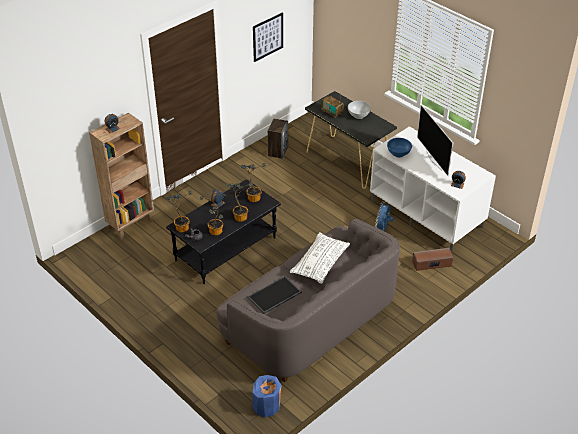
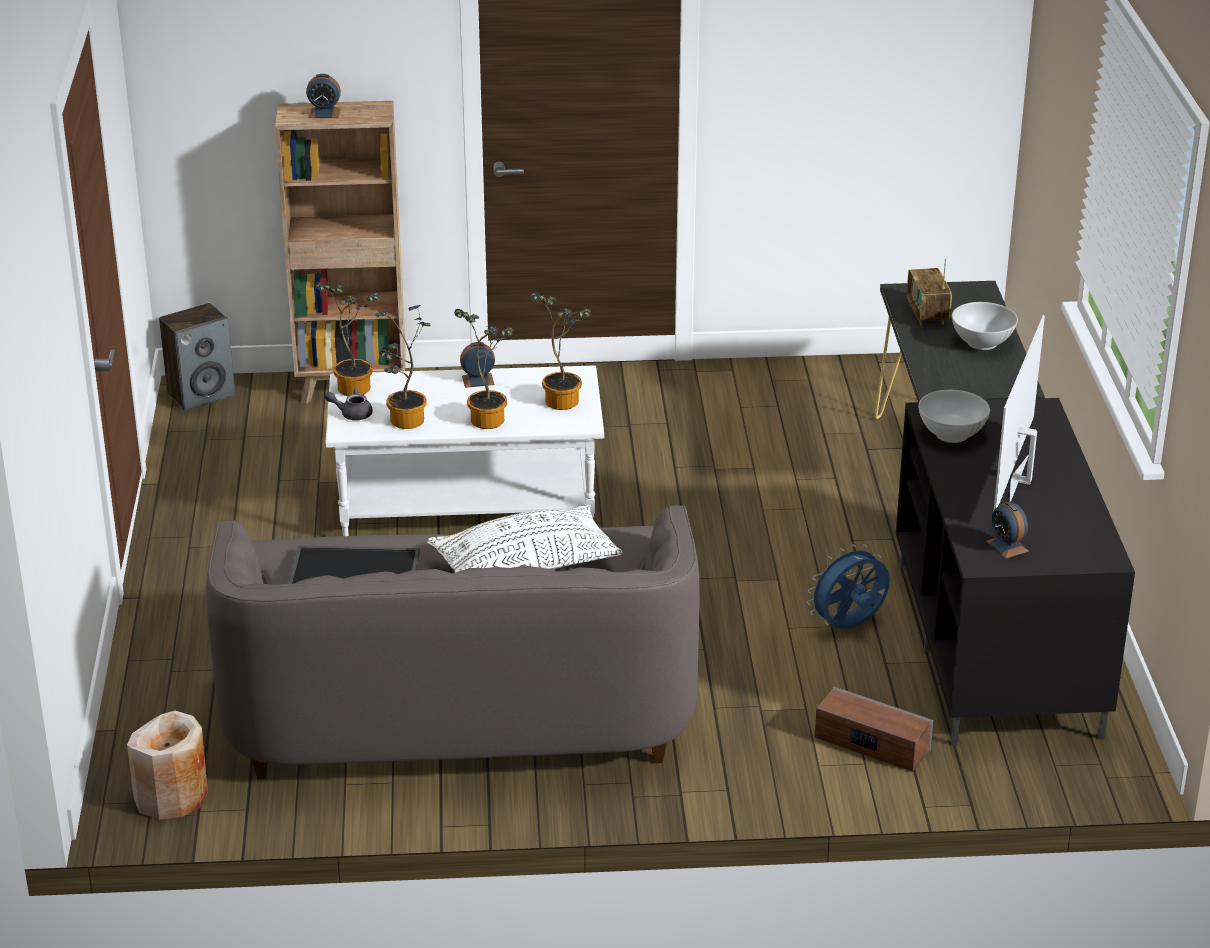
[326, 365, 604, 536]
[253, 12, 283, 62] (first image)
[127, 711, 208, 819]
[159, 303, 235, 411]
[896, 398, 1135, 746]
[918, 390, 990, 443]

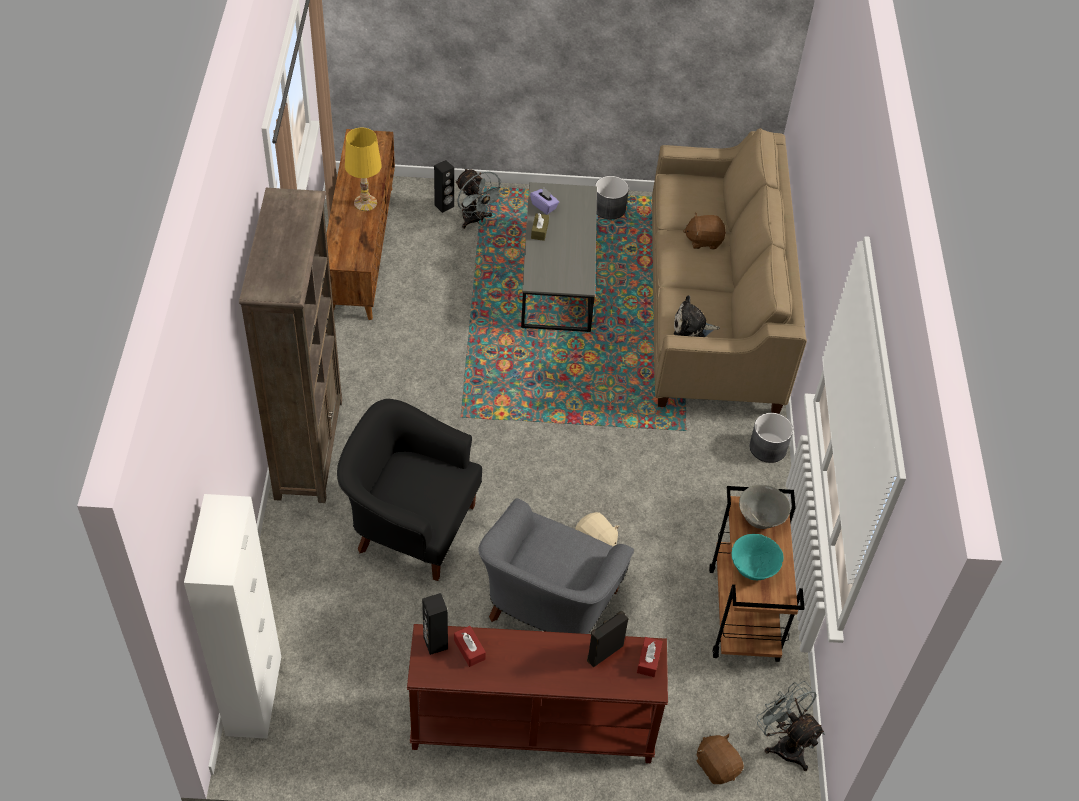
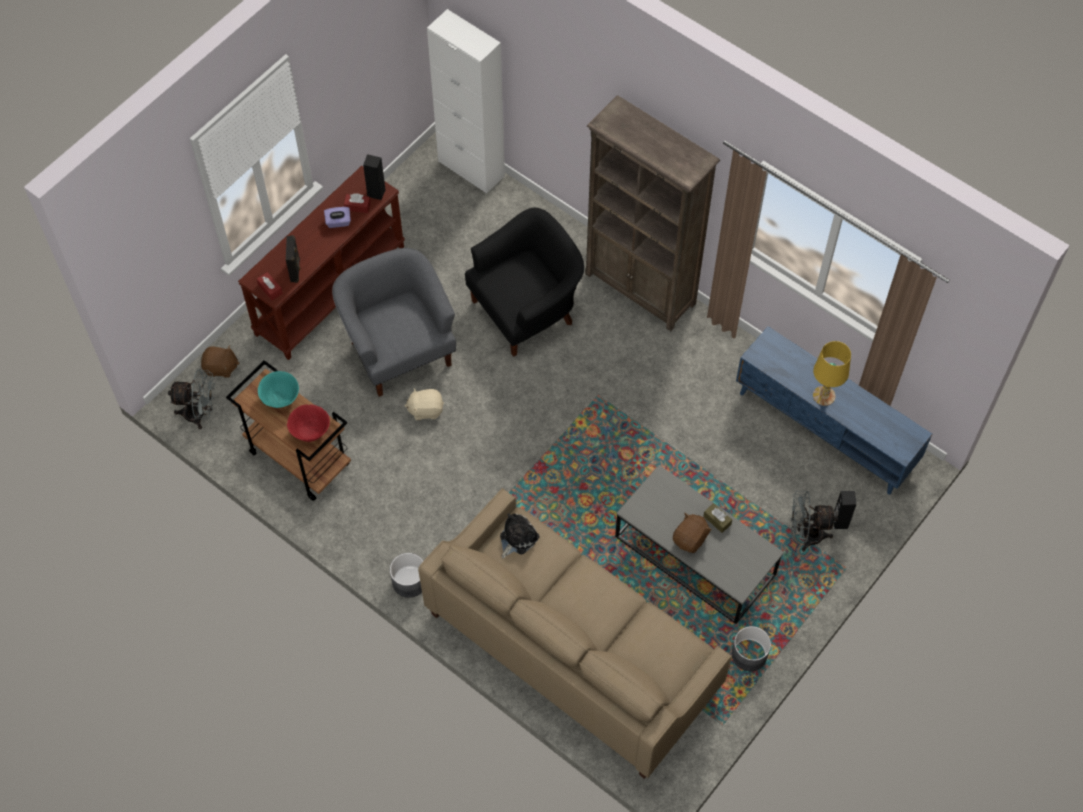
[736, 326, 932, 495]
[324, 207, 351, 228]
[673, 513, 712, 553]
[287, 404, 330, 442]

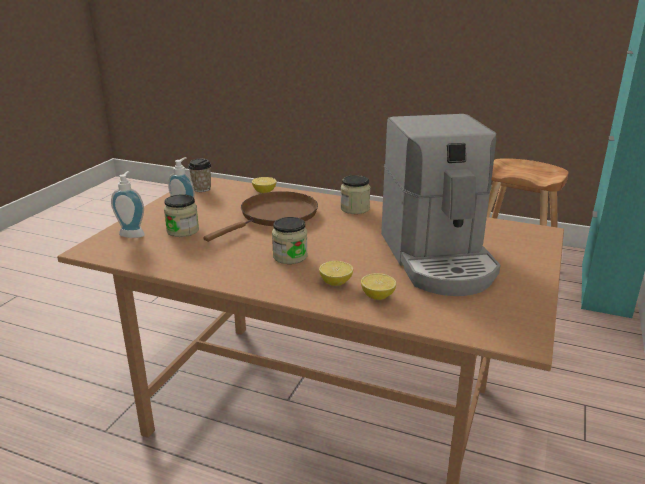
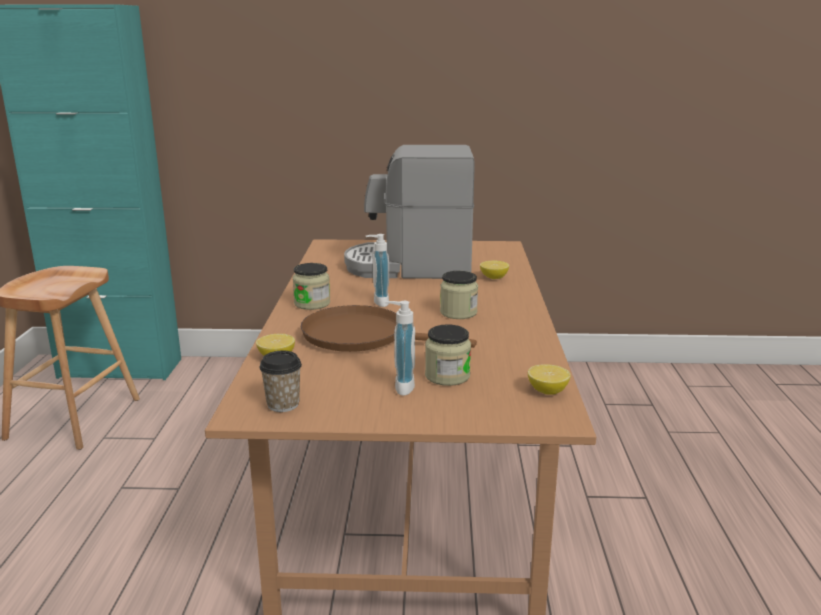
[366, 234, 389, 307]
[528, 364, 571, 395]
[344, 145, 475, 279]

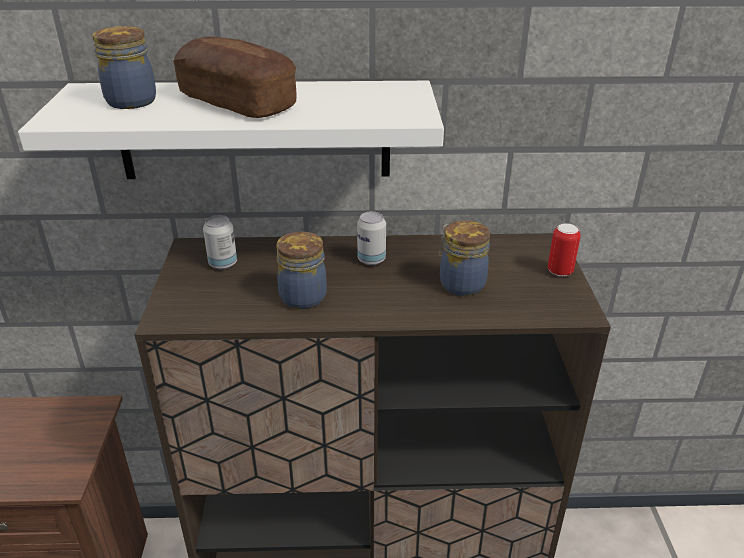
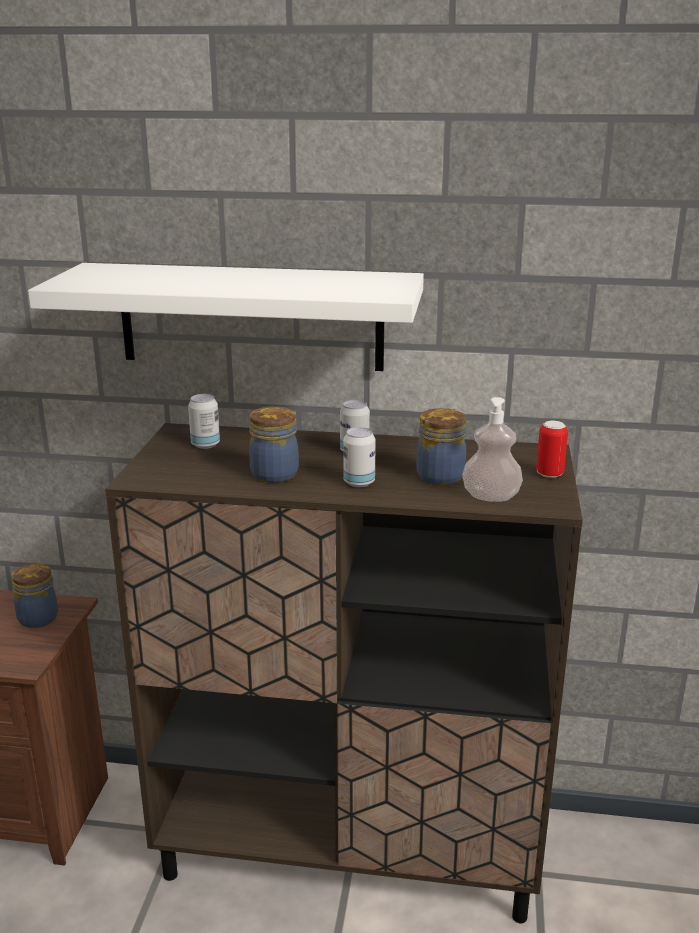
[11, 563, 58, 628]
[173, 36, 297, 118] (first image)
[343, 427, 376, 487]
[462, 397, 523, 502]

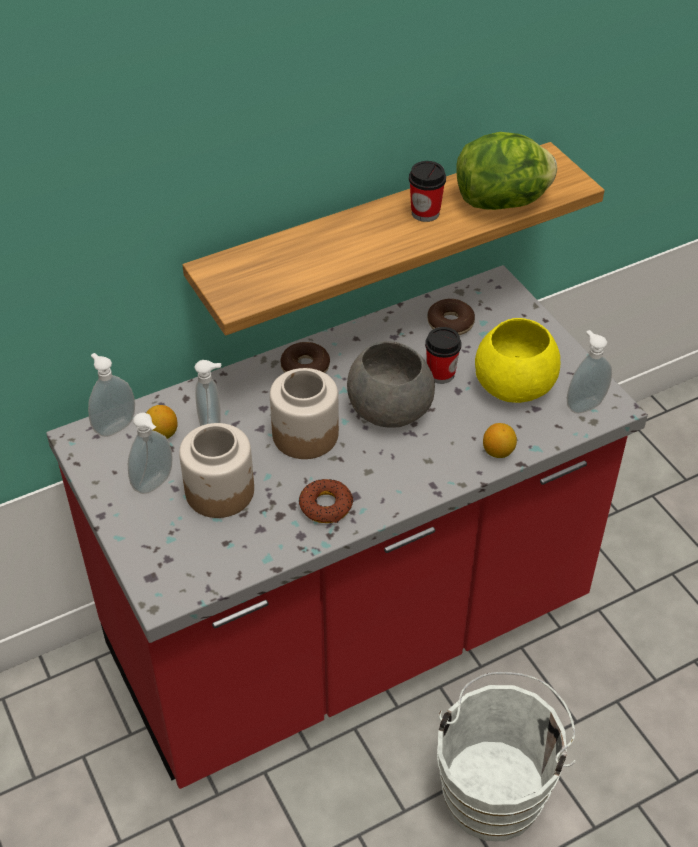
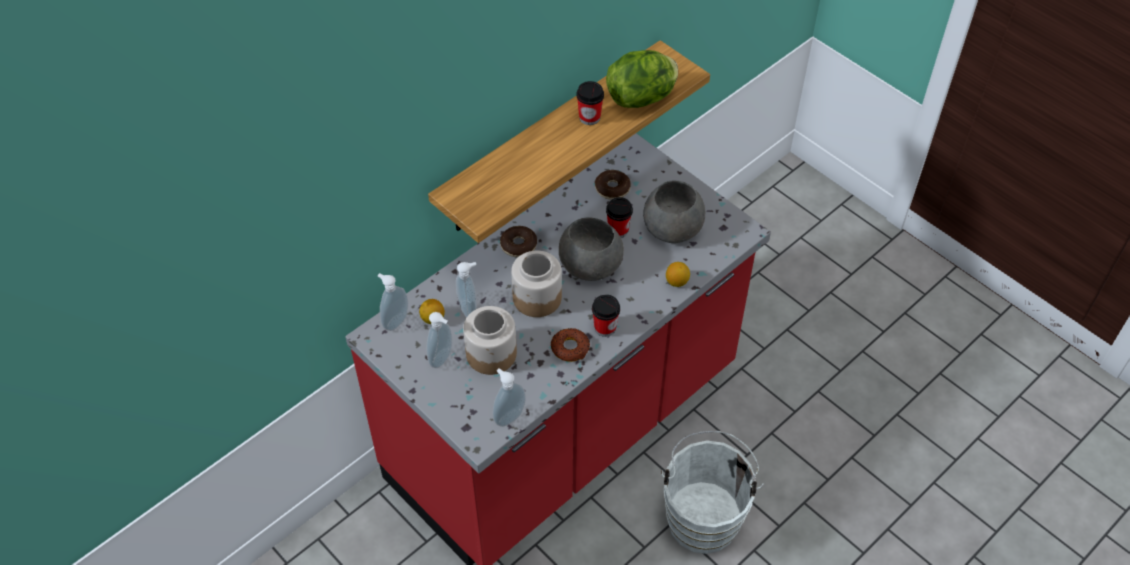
[643, 180, 705, 243]
[492, 368, 526, 427]
[592, 294, 620, 337]

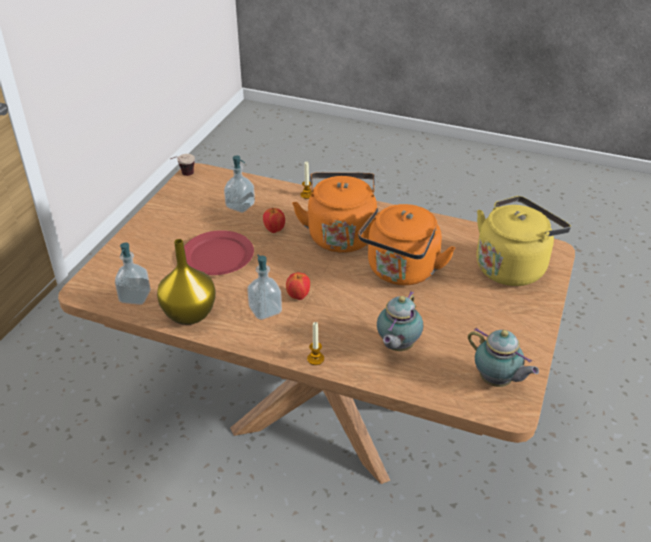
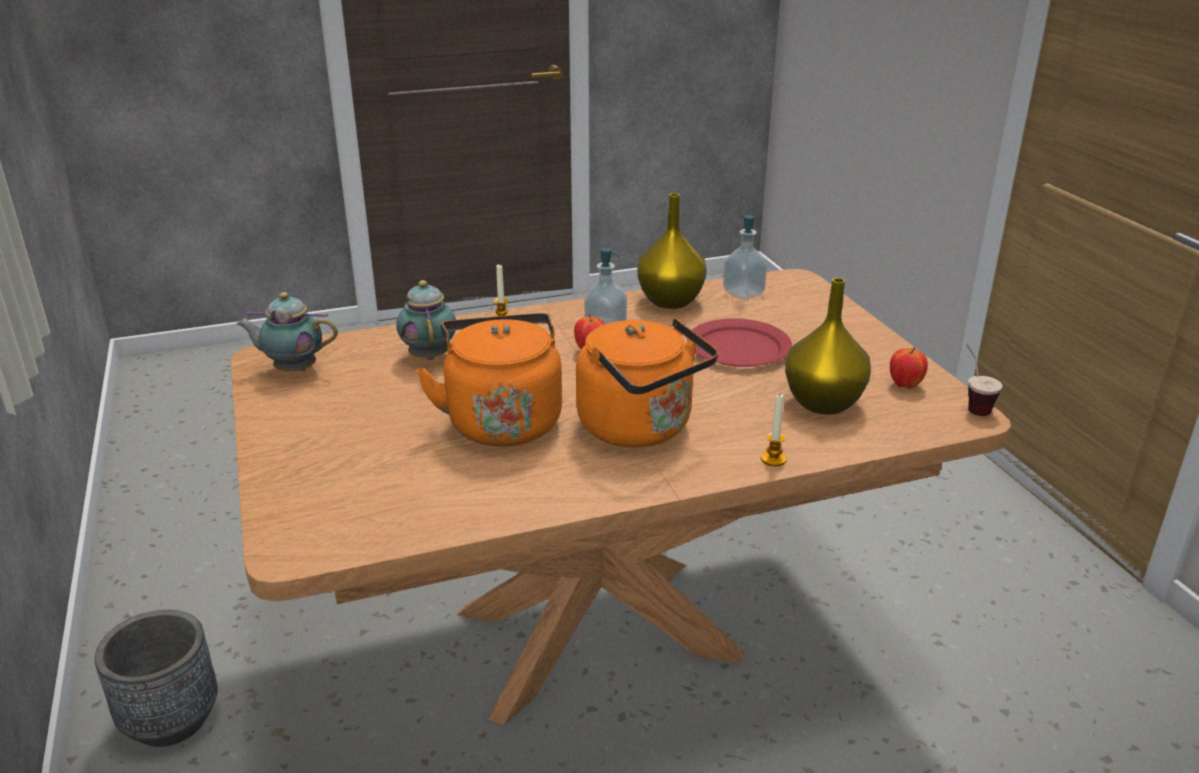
[785, 278, 871, 414]
[890, 347, 928, 389]
[476, 196, 571, 286] (first image)
[94, 610, 218, 747]

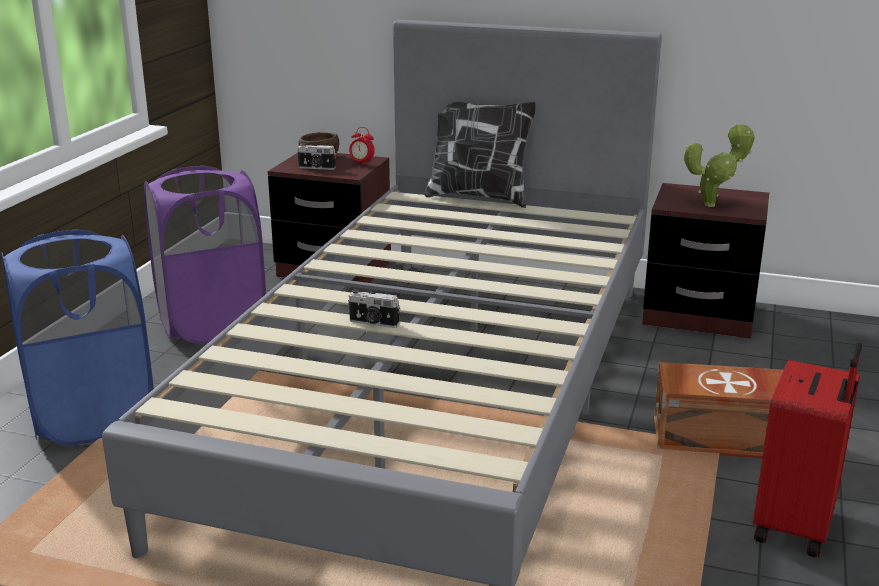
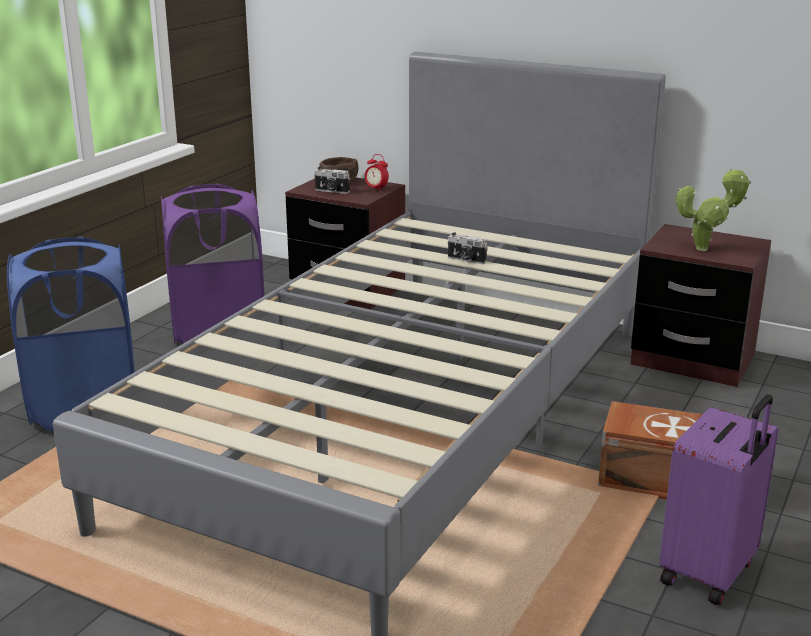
[448, 232, 488, 264]
[424, 102, 535, 208] (first image)
[659, 394, 778, 606]

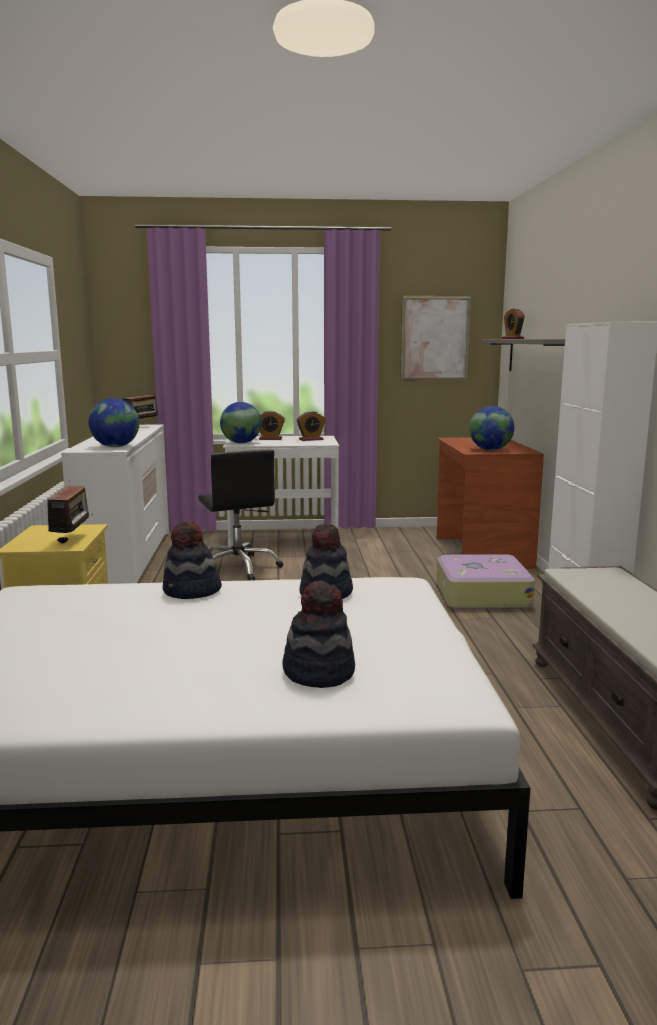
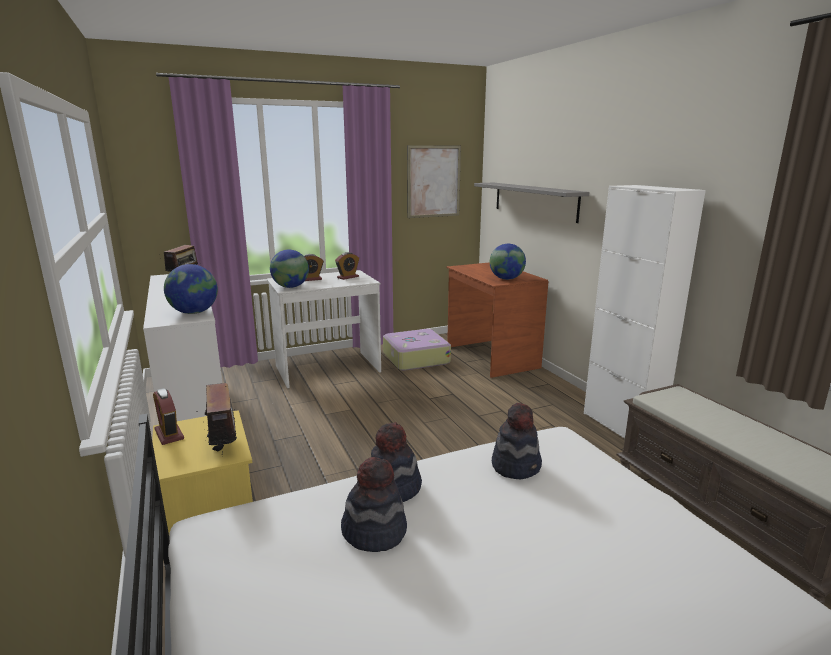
[198, 450, 283, 581] (first image)
[341, 457, 407, 552]
[383, 329, 451, 371]
[153, 388, 184, 445]

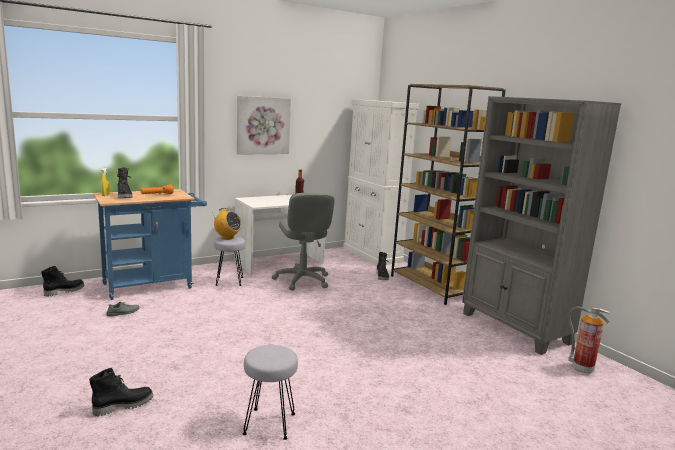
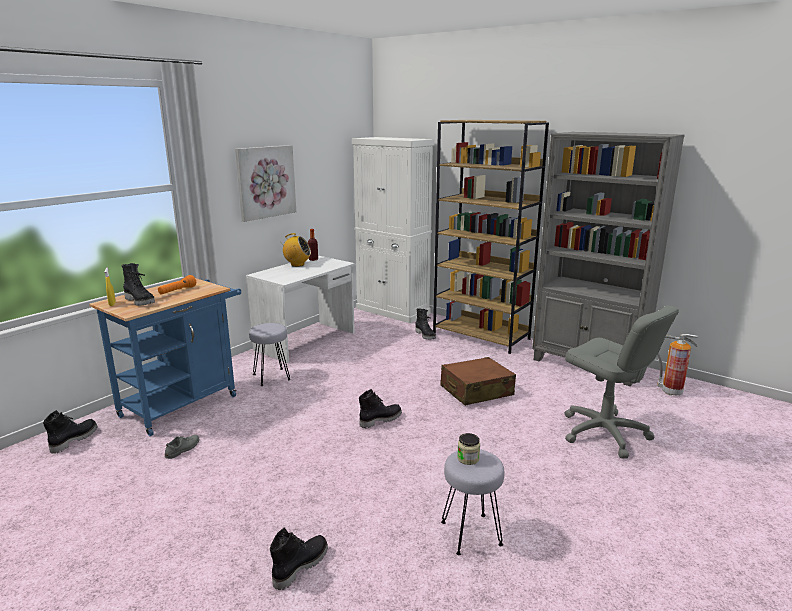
[282, 233, 311, 267]
[565, 305, 679, 458]
[359, 389, 402, 428]
[440, 357, 516, 406]
[457, 433, 480, 465]

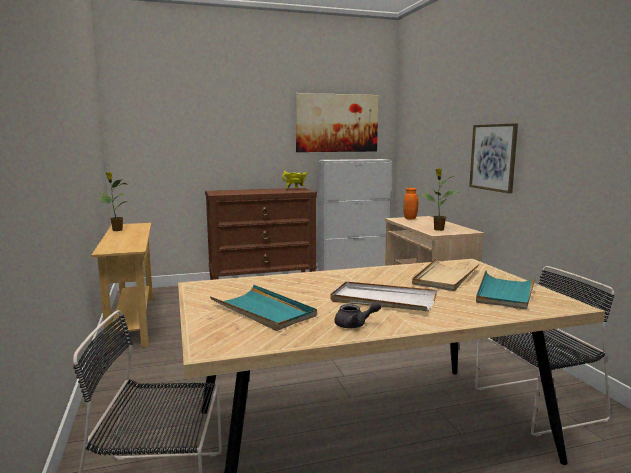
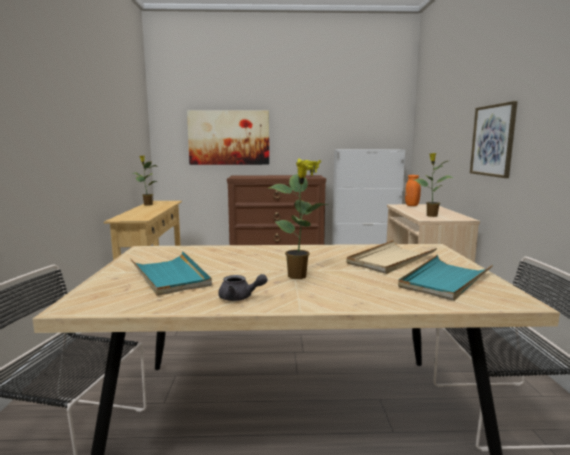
[187, 110, 269, 165]
[269, 162, 328, 279]

